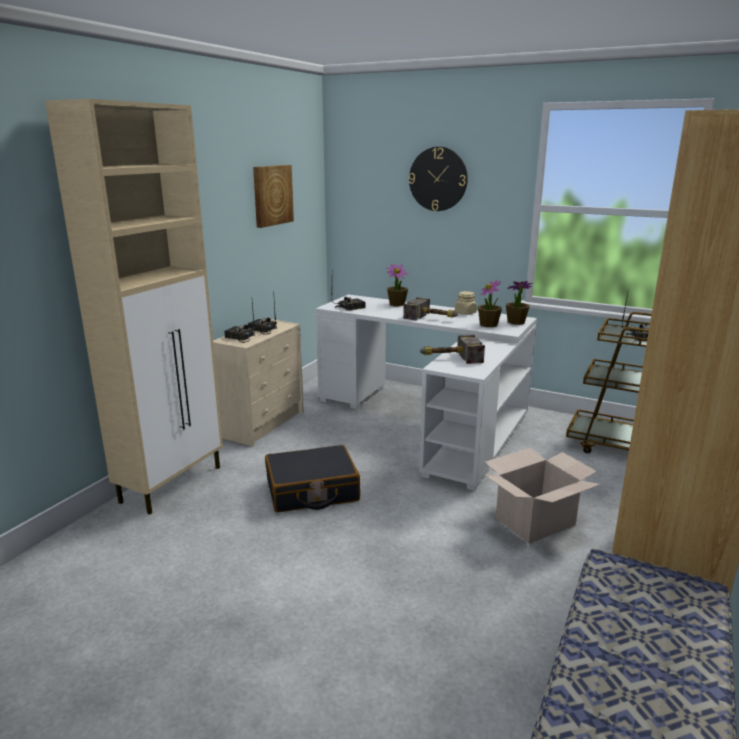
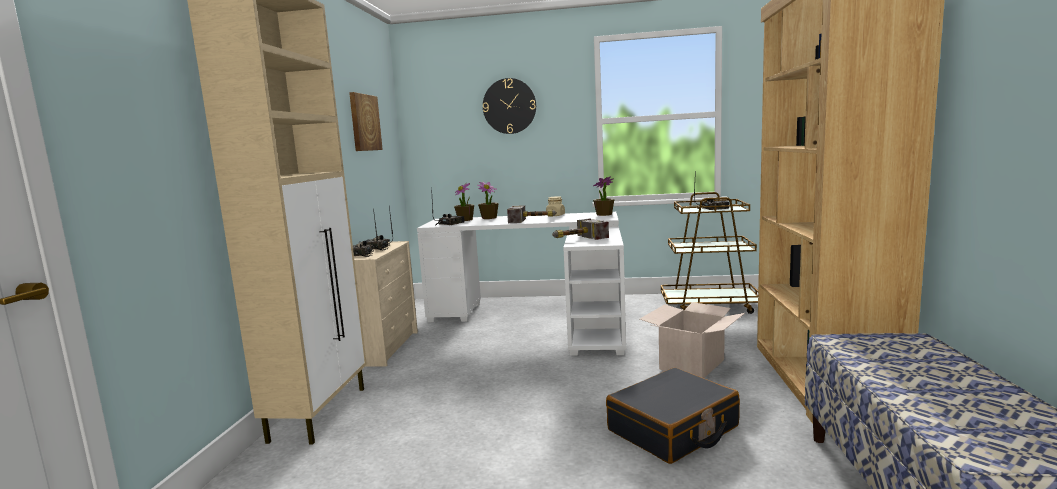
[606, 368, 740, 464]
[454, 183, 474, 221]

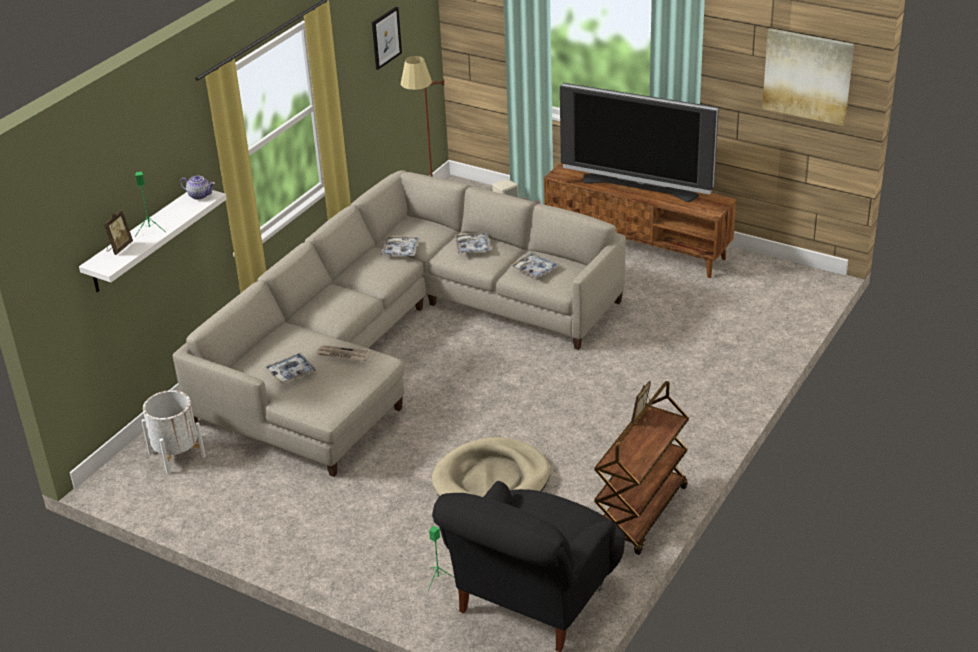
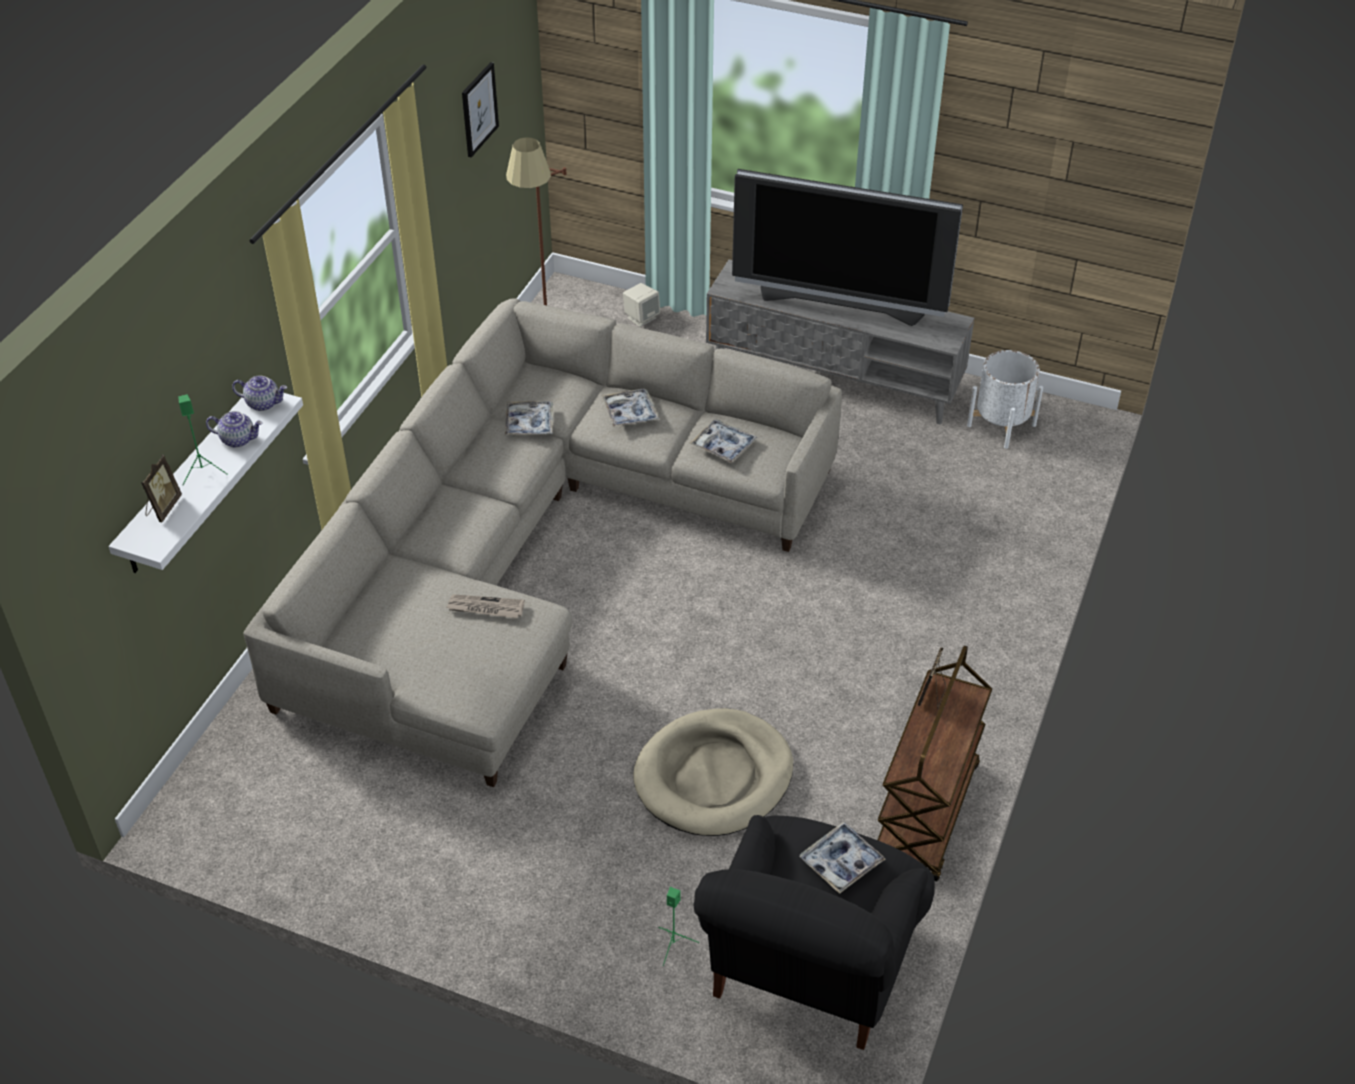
[967, 350, 1043, 449]
[799, 822, 885, 894]
[706, 260, 974, 424]
[762, 28, 854, 126] (first image)
[206, 411, 262, 448]

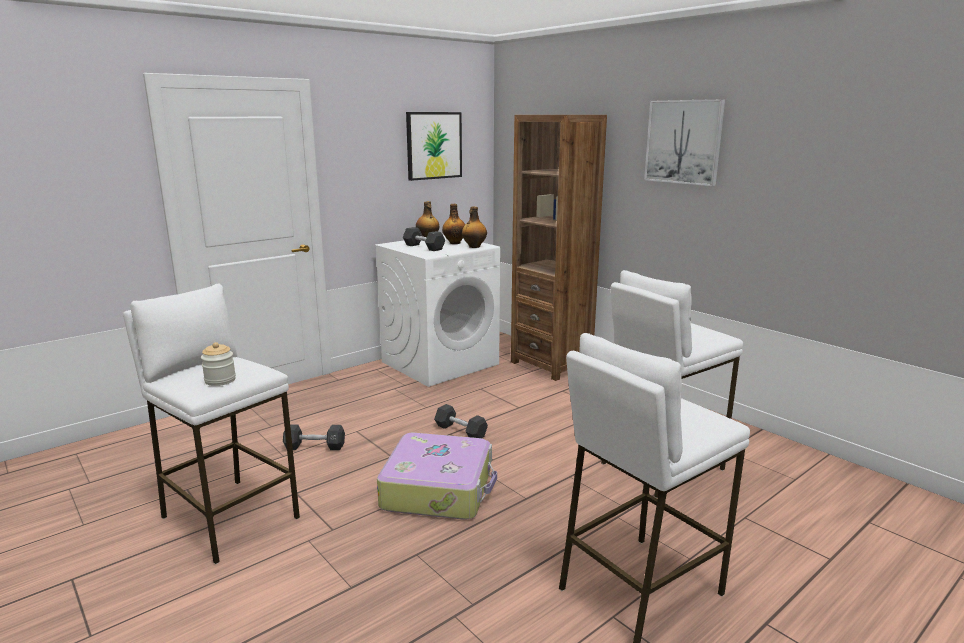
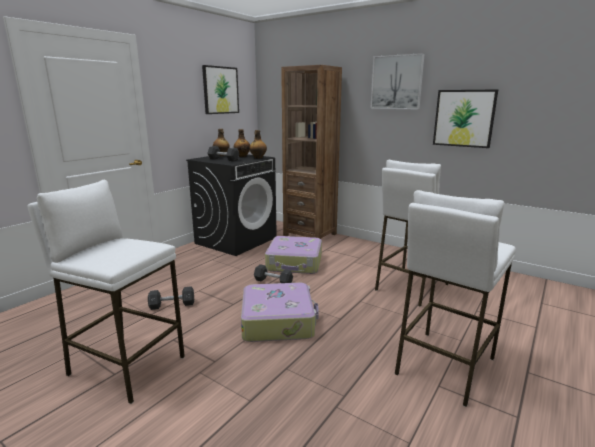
[201, 342, 236, 386] (first image)
[186, 154, 277, 256]
[265, 236, 322, 274]
[433, 89, 498, 148]

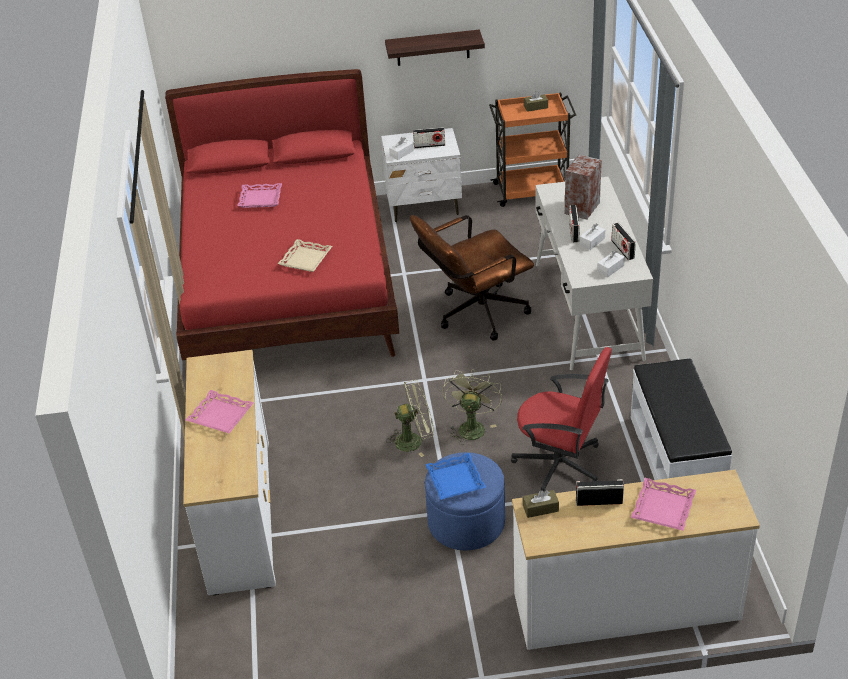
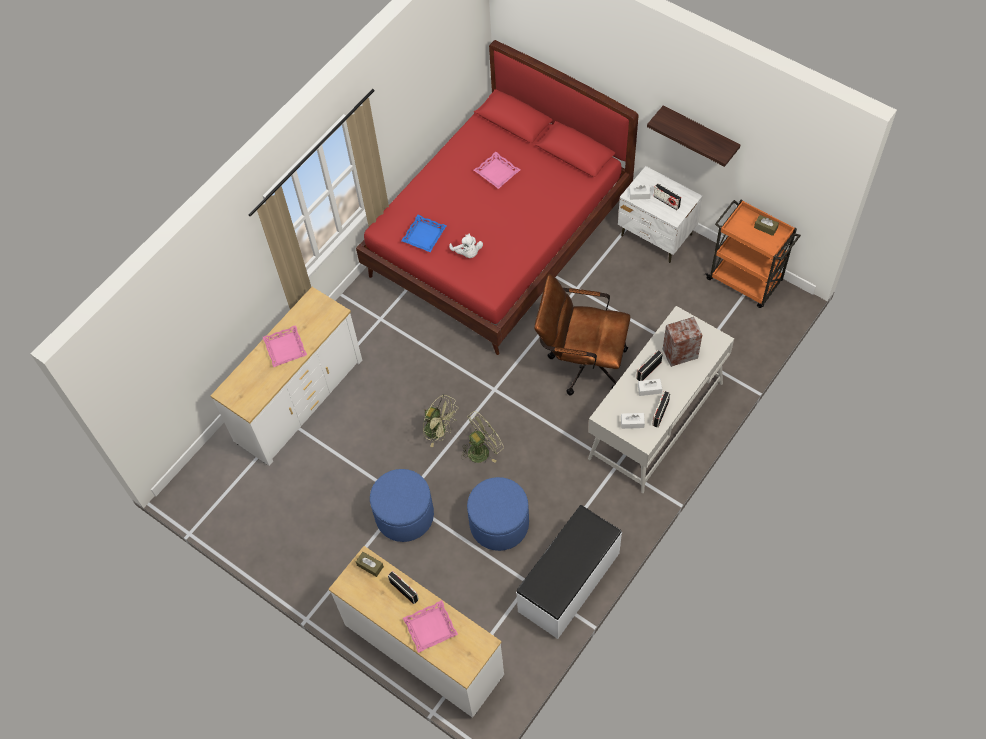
[449, 234, 483, 258]
[401, 215, 447, 252]
[467, 477, 529, 551]

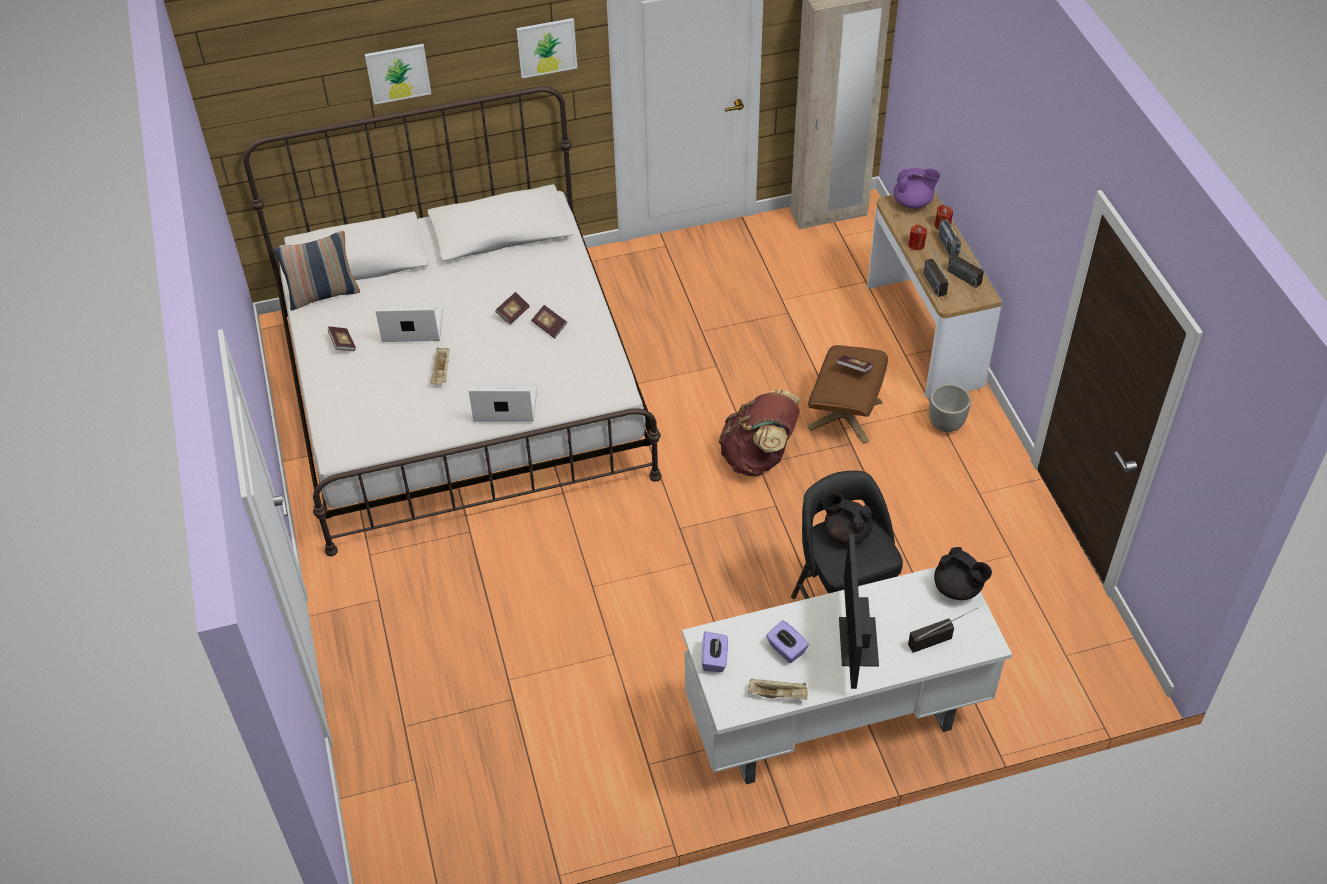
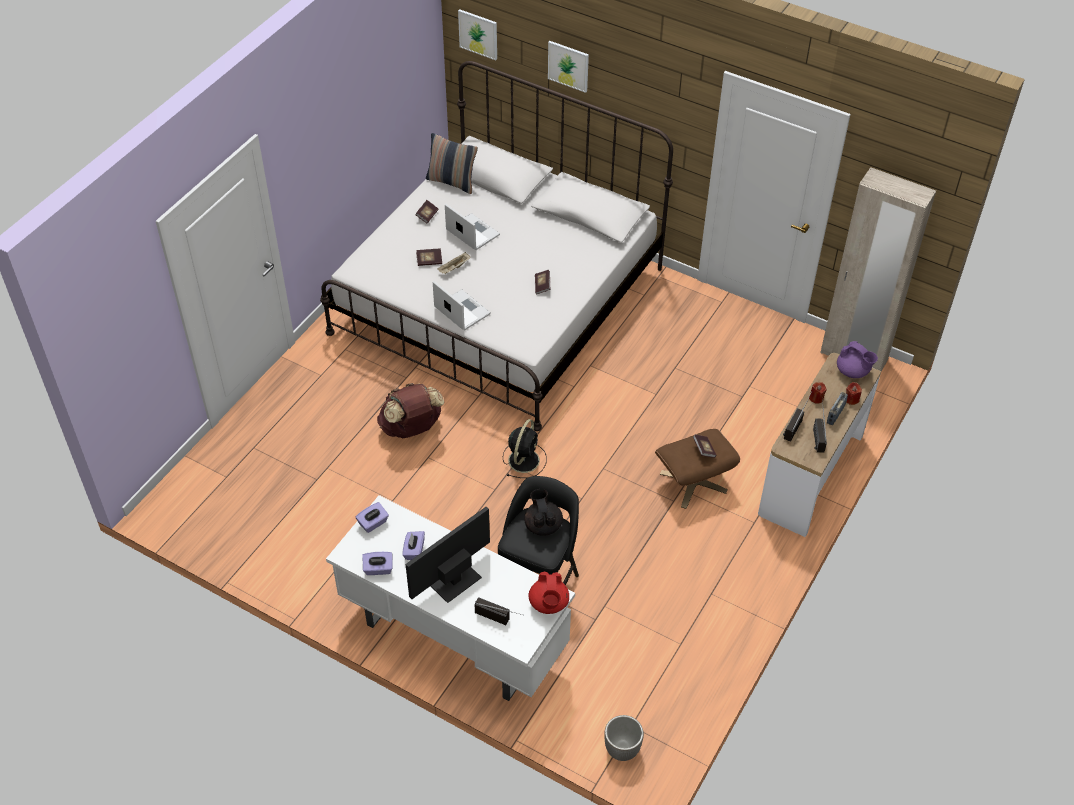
[416, 248, 442, 266]
[458, 9, 497, 60]
[377, 383, 444, 438]
[362, 552, 393, 575]
[604, 715, 644, 761]
[529, 572, 569, 614]
[503, 419, 547, 478]

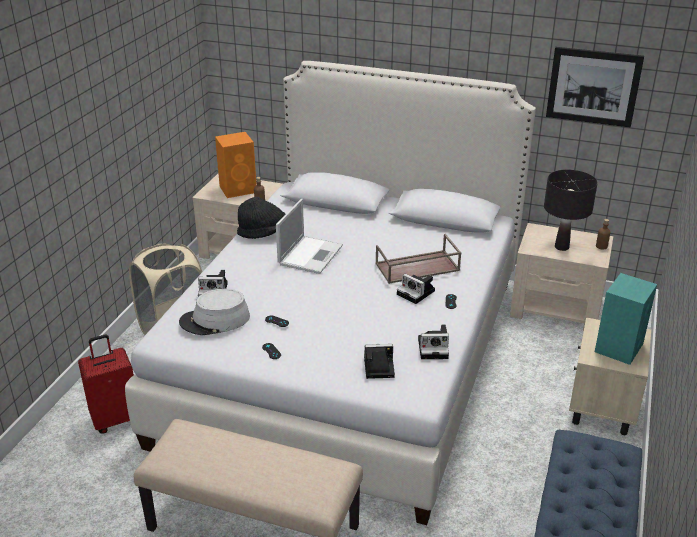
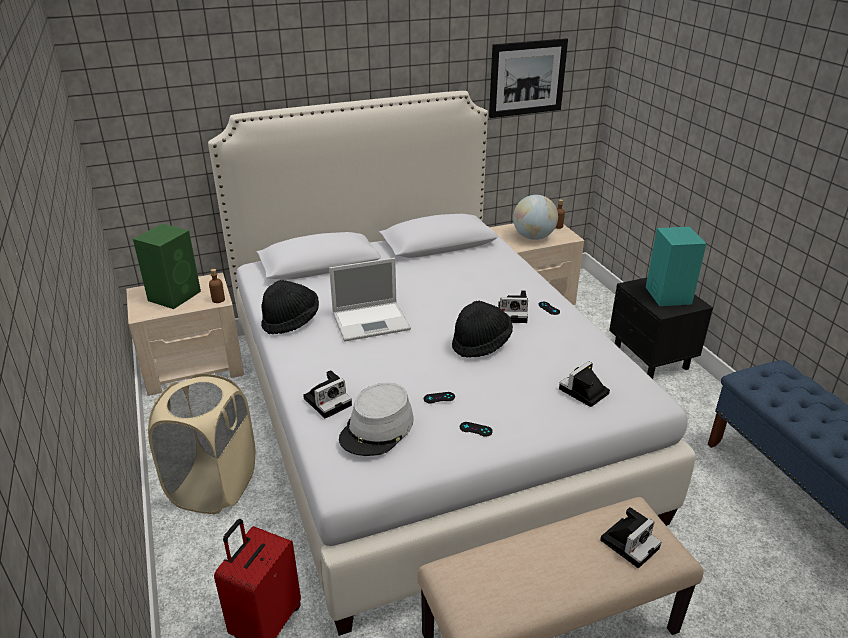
[133, 224, 201, 309]
[329, 258, 411, 342]
[375, 234, 462, 284] (first image)
[600, 507, 661, 568]
[513, 195, 558, 240]
[609, 278, 713, 379]
[452, 301, 513, 358]

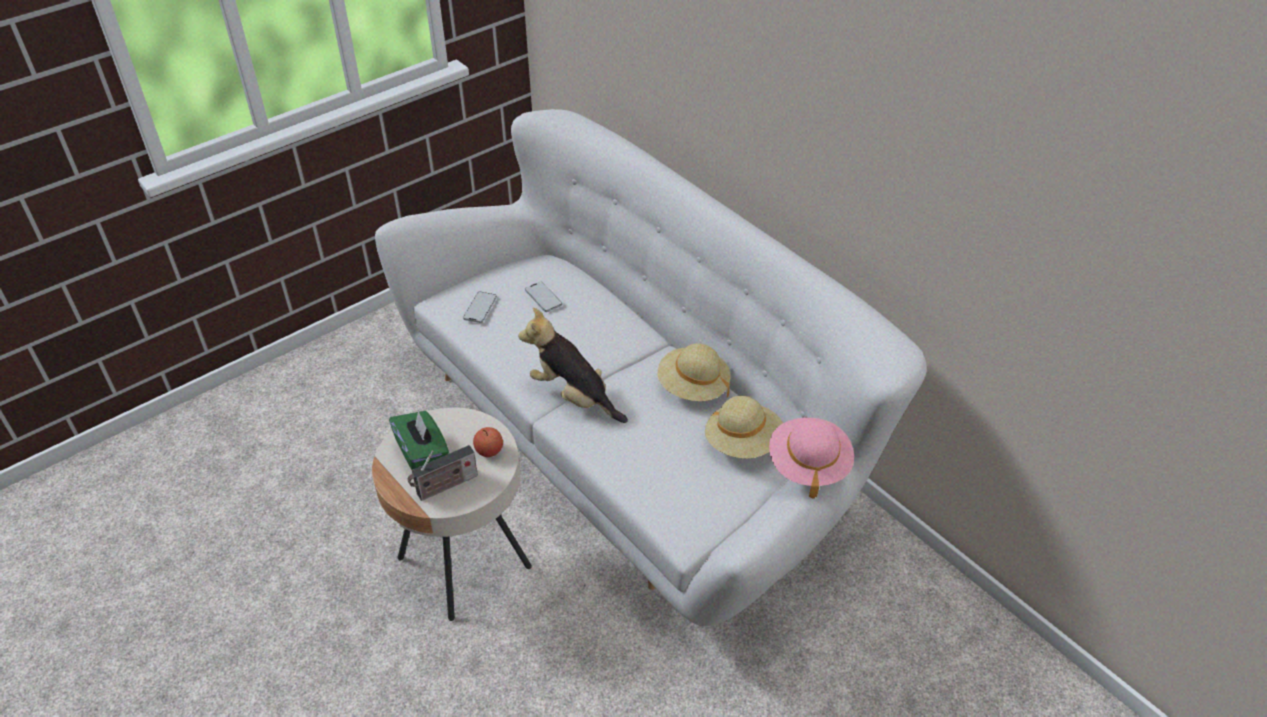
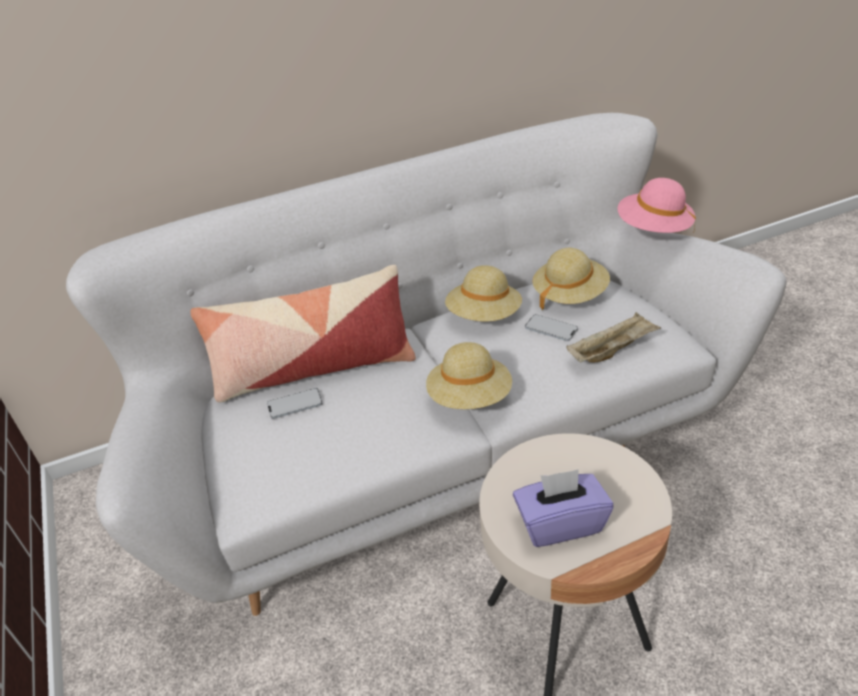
[513, 469, 613, 547]
[408, 445, 478, 501] (first image)
[525, 314, 578, 341]
[473, 427, 503, 457] (first image)
[426, 342, 512, 409]
[190, 265, 416, 402]
[567, 312, 661, 363]

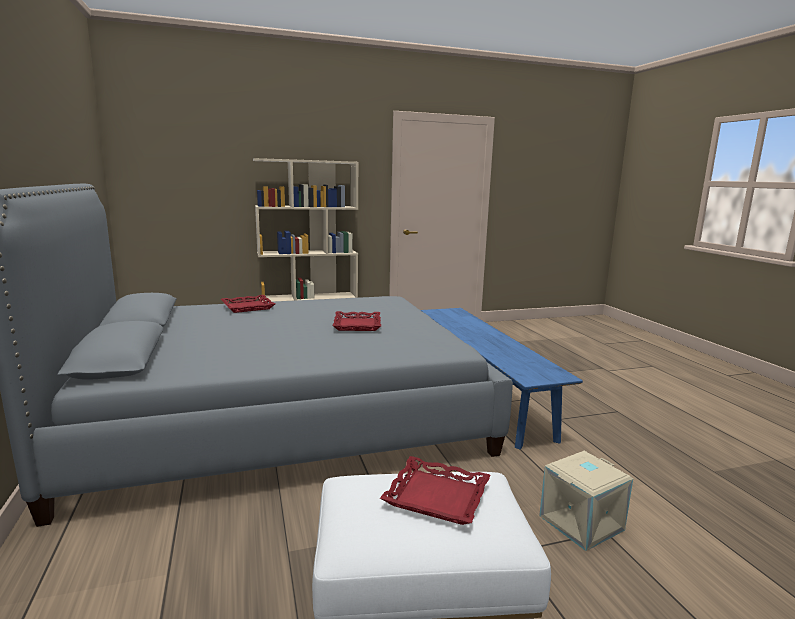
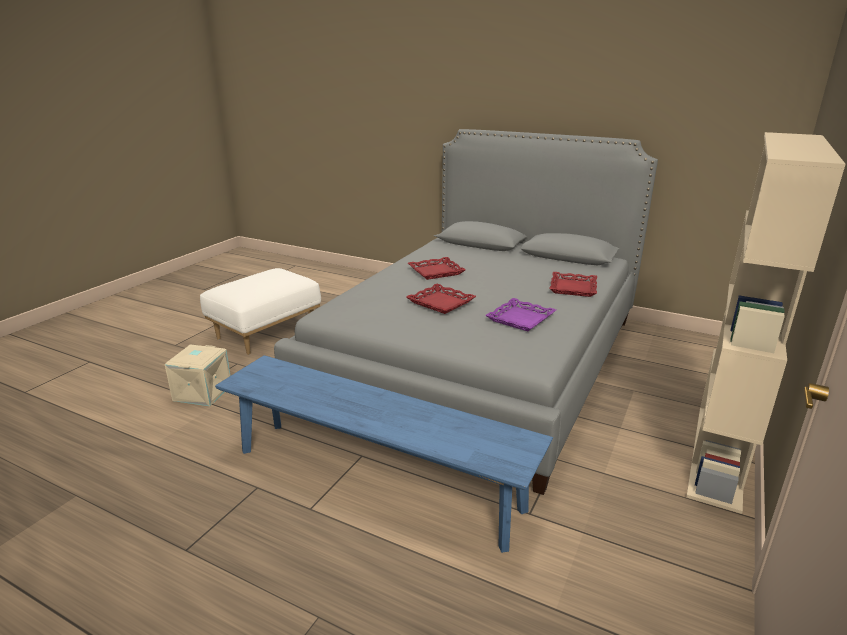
[408, 257, 466, 280]
[485, 298, 556, 331]

